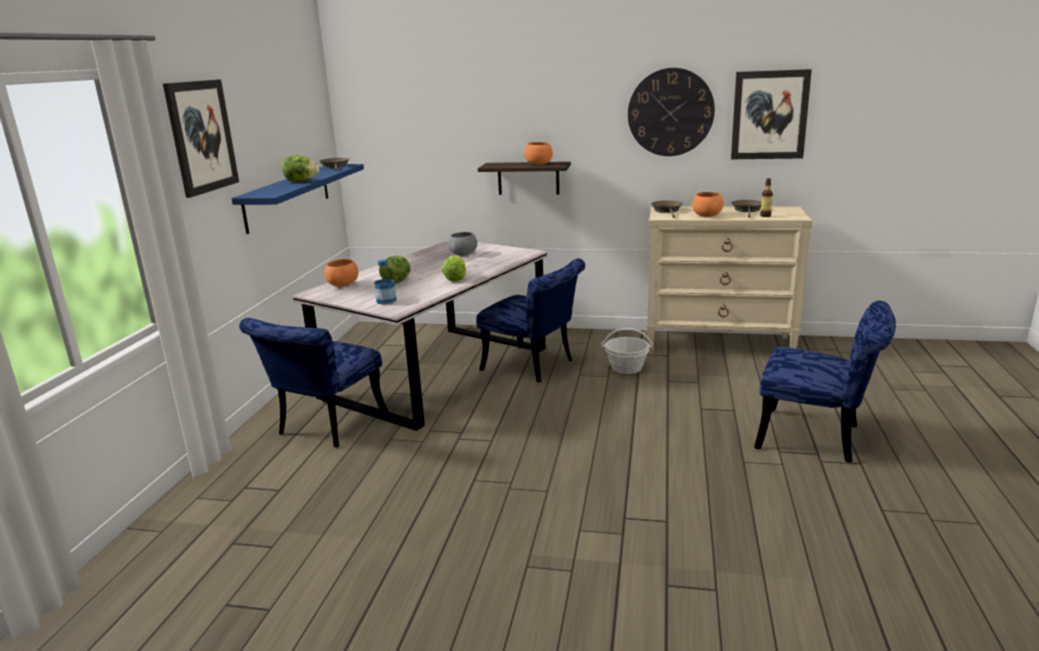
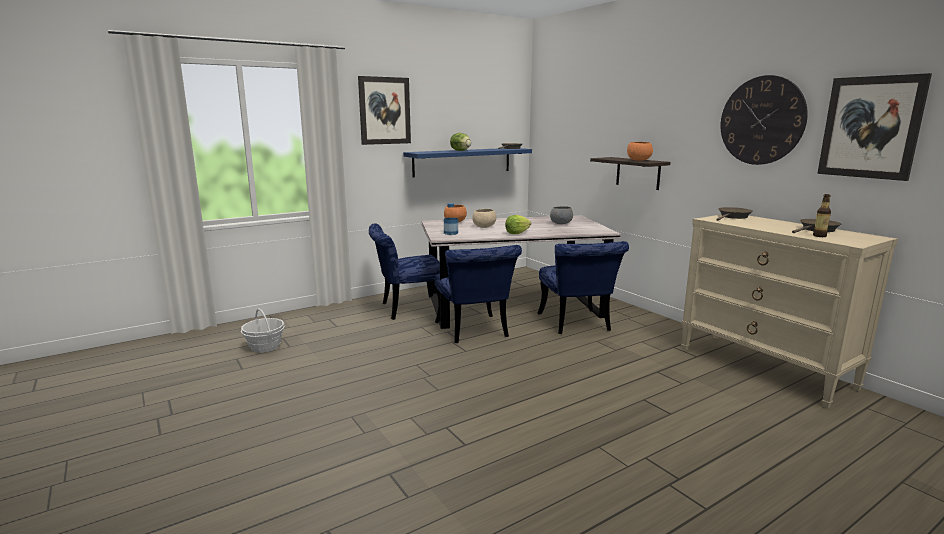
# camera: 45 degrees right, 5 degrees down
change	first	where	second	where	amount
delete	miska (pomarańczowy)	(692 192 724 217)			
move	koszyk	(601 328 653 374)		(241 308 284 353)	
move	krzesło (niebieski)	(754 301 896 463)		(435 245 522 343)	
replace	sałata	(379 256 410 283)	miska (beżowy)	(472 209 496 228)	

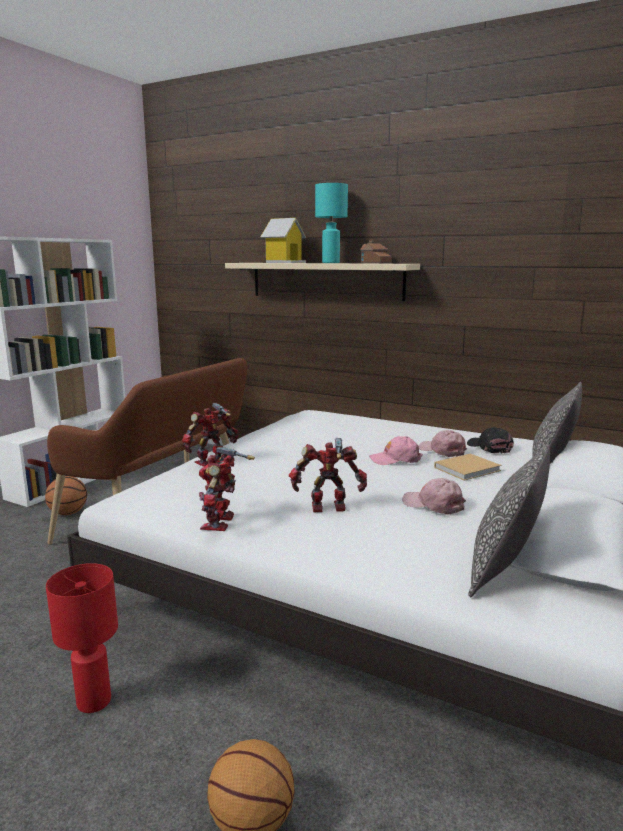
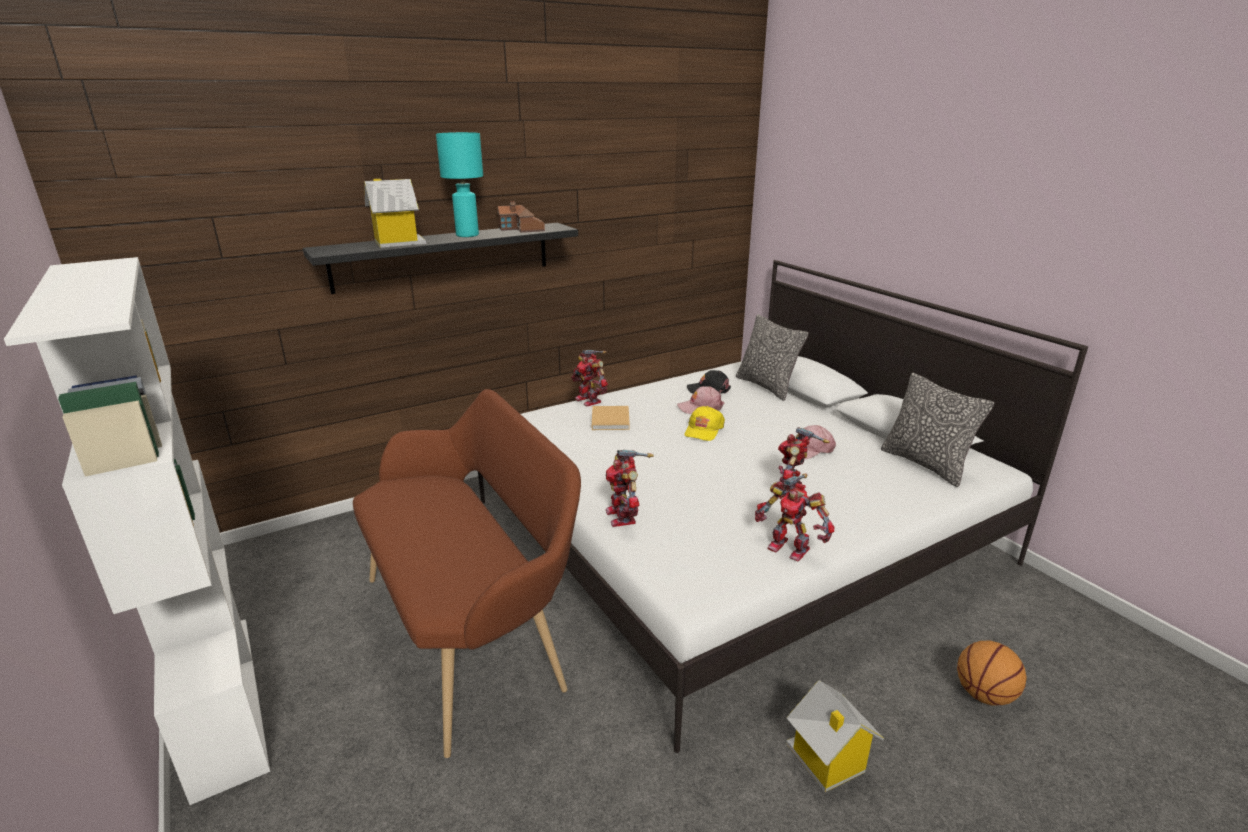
# camera: 60 degrees left, 10 degrees up
change	first	where	second	where	amount
delete	piłka do koszykówki	(45 476 87 515)			
insert			robot zabawkowy	(571 350 608 406)	
move	książka (beżowy)	(434 454 501 481)		(592 406 630 430)	
replace	lampa stołowa (czerwony)	(46 563 118 713)	domek	(786 680 884 792)	
recolor	półka (beżowy)	(225 263 420 301)	półka (czarny)	(303 223 578 294)	
recolor	czapka z daszkiem (różowy)	(369 436 423 465)	czapka z daszkiem (żółty)	(685 406 725 441)	

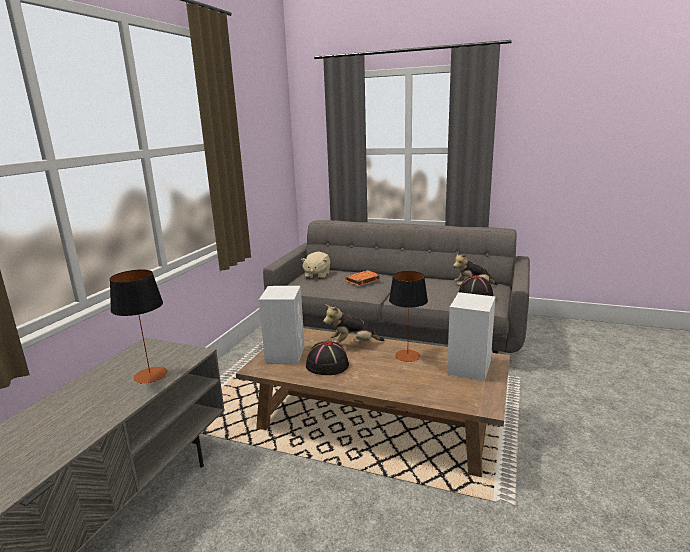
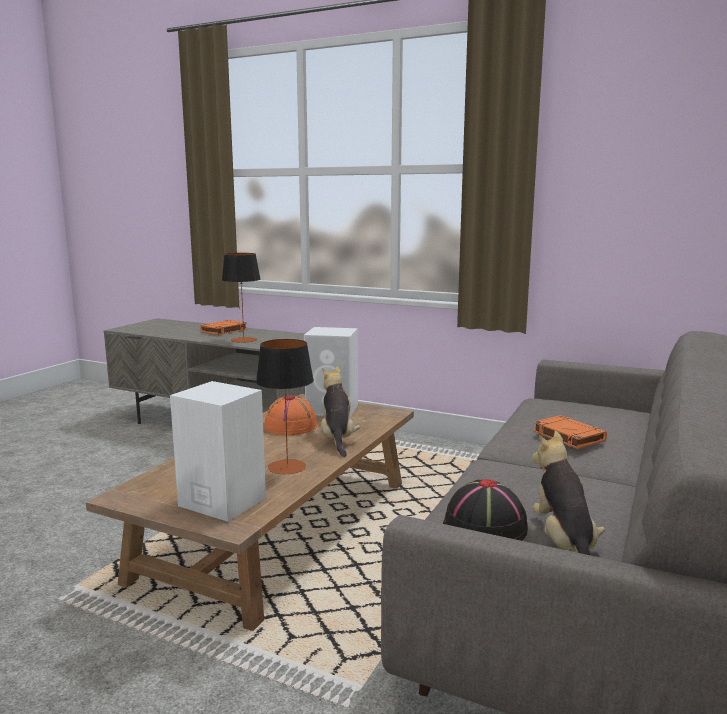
# camera: 95 degrees right, 5 degrees down
change	first	where	second	where	amount
delete	pluszak (beżowy)	(301 252 331 279)			
insert			książka (pomarańczowy)	(200 320 247 335)	
recolor	kapelusz (czarny)	(306 341 349 375)	kapelusz (pomarańczowy)	(264 395 318 435)	

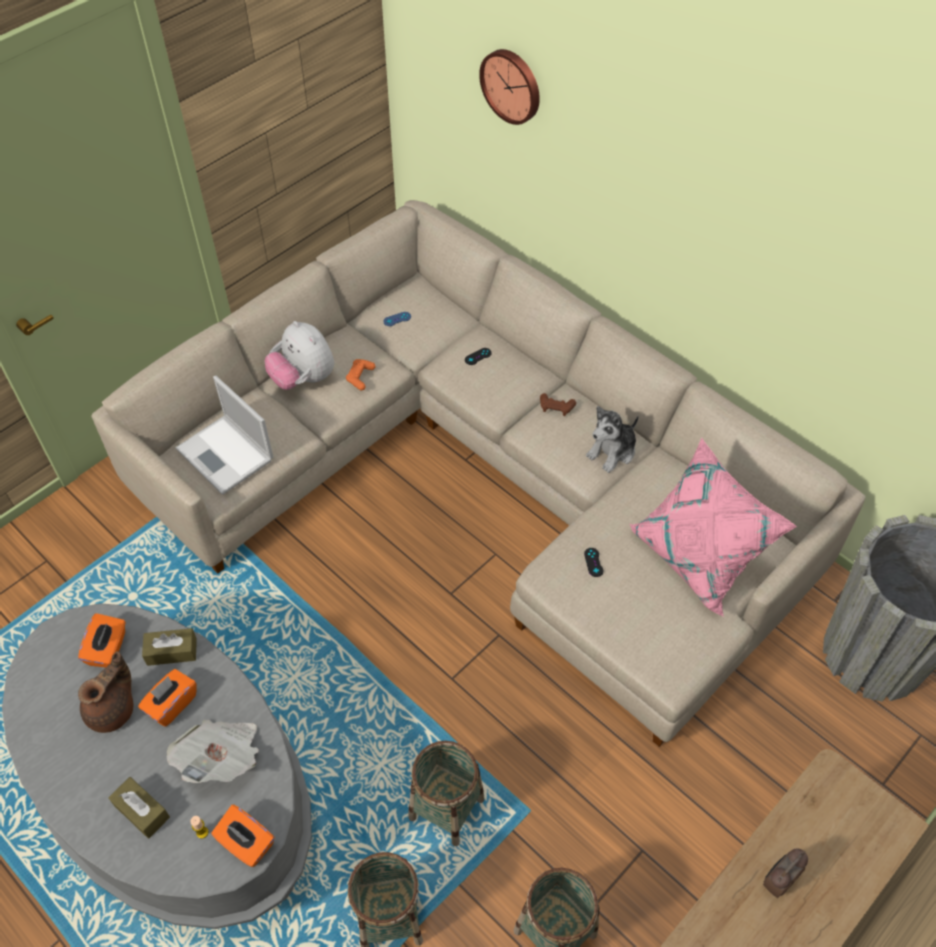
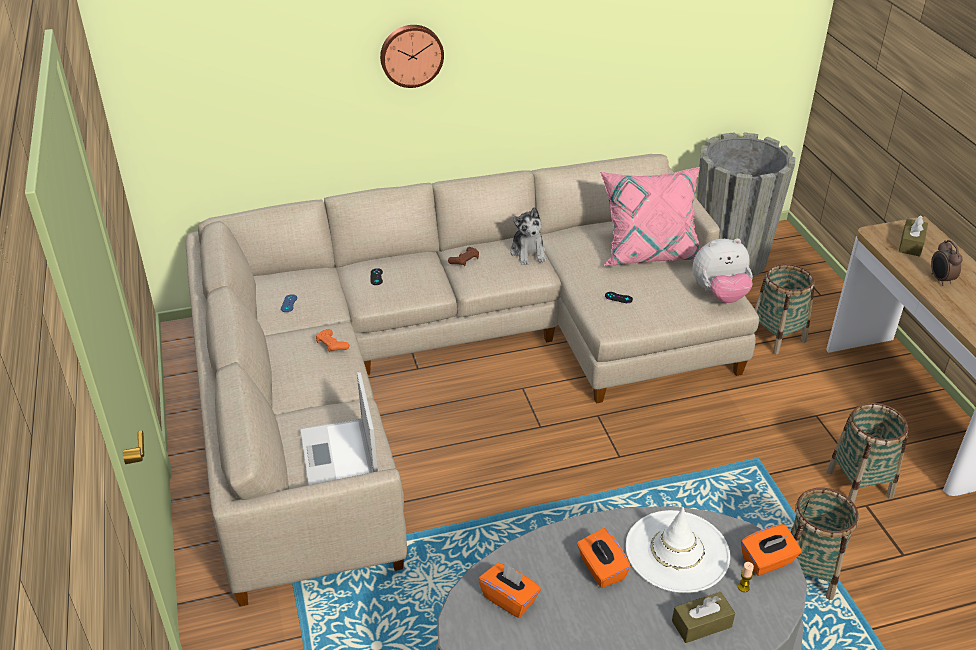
# camera: 60 degrees left, 15 degrees down
change	first	where	second	where	amount
delete	imbryk (brązowy)	(78 651 133 733)			
move	pudełko chusteczek (brązowy)	(142 628 197 666)		(899 215 928 257)	
move	pluszak	(265 321 334 390)		(692 238 753 303)	
move	koszyk	(408 741 484 846)		(755 264 815 354)	
move	zegar ścienny	(479 49 540 125)		(380 25 444 88)	
replace	gazeta	(167 720 259 783)	kapelusz (biały)	(626 507 730 593)	
rotate	laptop	(175 376 273 495)		(300 372 378 485)	90 degrees clockwise

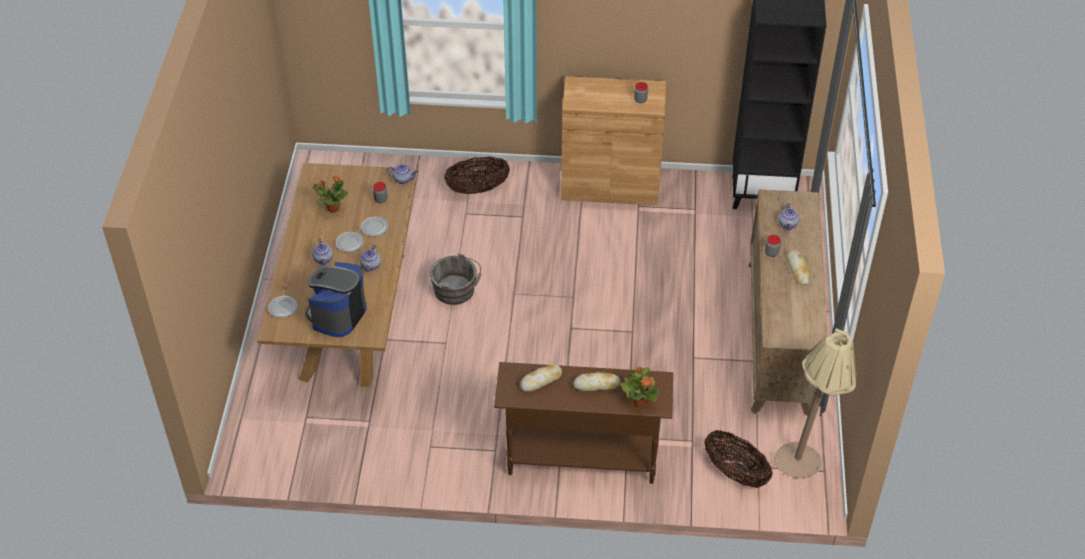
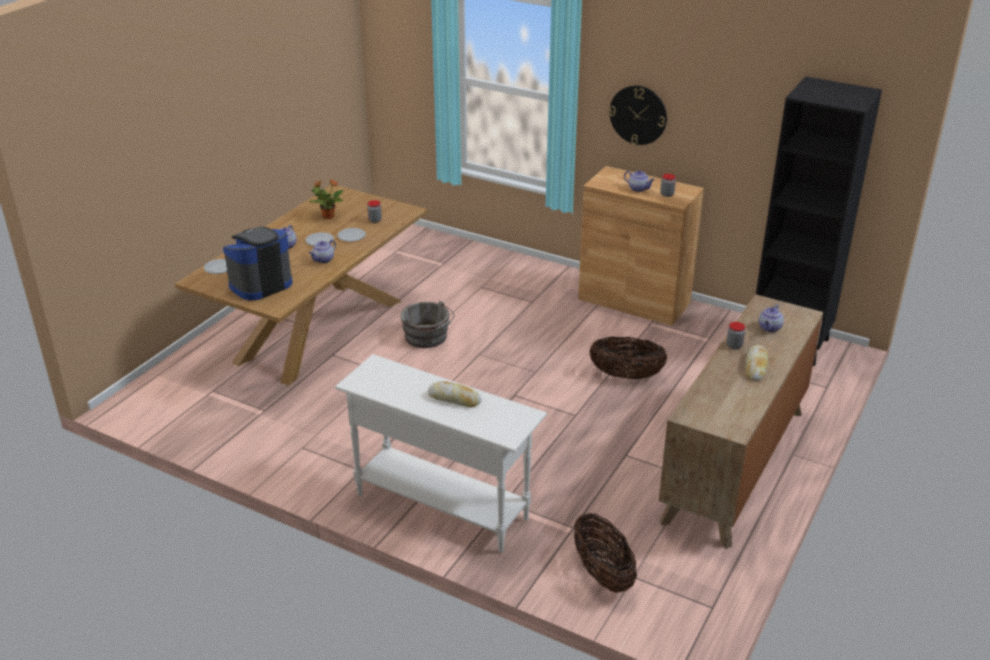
# camera: 25 degrees right, 15 degrees down
change	first	where	second	where	amount
delete	chleb	(520 365 562 392)			
delete	roślina doniczkowa	(621 366 659 406)			
delete	lampa stojąca (beżowy)	(774 328 857 478)			
insert			zegar ścienny	(609 85 667 145)	
move	imbryk	(386 164 418 184)		(624 170 655 192)	
move	koszyk	(444 156 510 194)		(590 337 668 379)	
recolor	stolik konsolowy (brązowy)	(494 362 673 484)	stolik konsolowy (biały)	(335 354 547 553)	

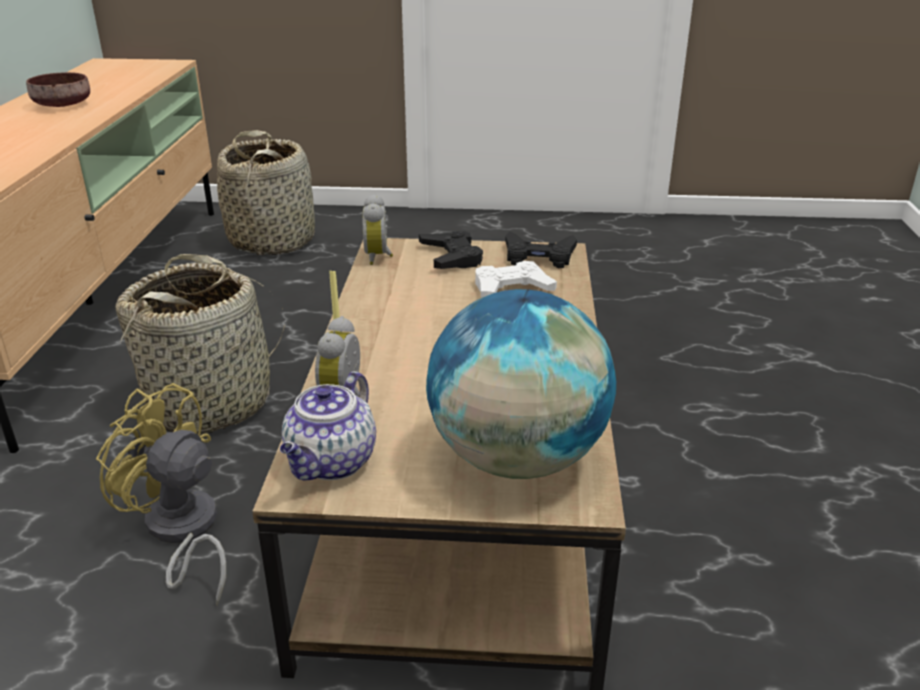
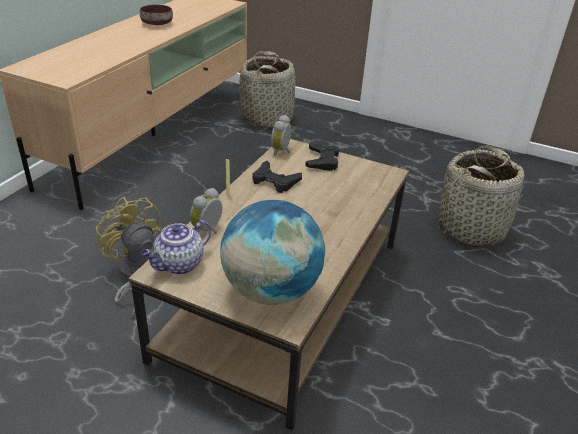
# camera: 20 degrees right, 5 degrees up
change	first	where	second	where	amount
delete	pad do gier (biały)	(475 261 557 297)			
move	koszyk	(116 254 285 434)		(437 145 524 247)	
move	pad do gier (czarny)	(505 231 577 268)		(252 161 302 193)	

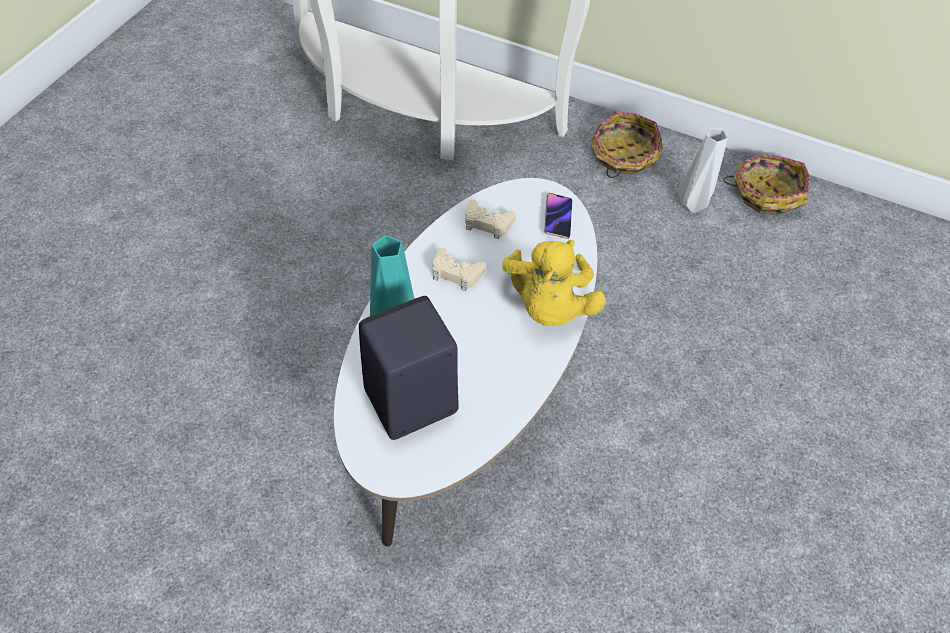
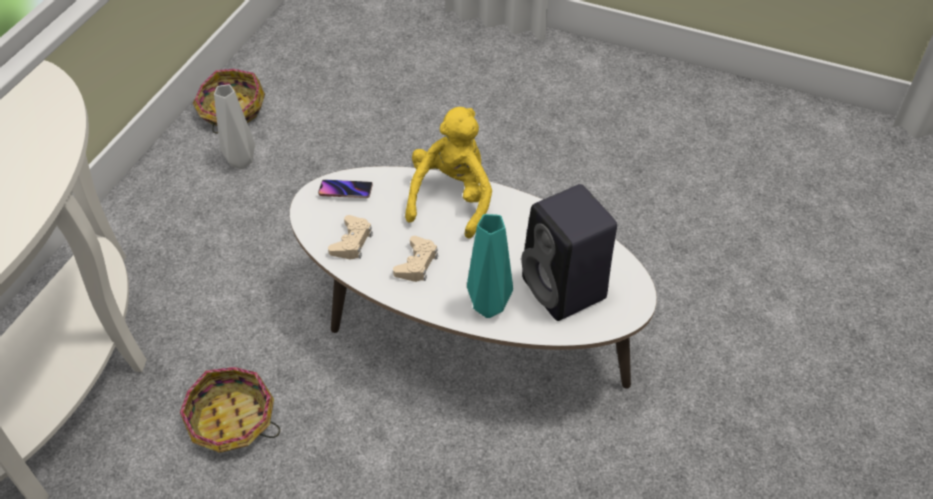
# camera: 90 degrees left, 5 degrees down
change	first	where	second	where	amount
move	koszyk	(590 112 663 178)		(180 367 280 452)	
rotate	pluszak (żółty)	(502 240 606 326)		(405 107 492 238)	75 degrees counterclockwise

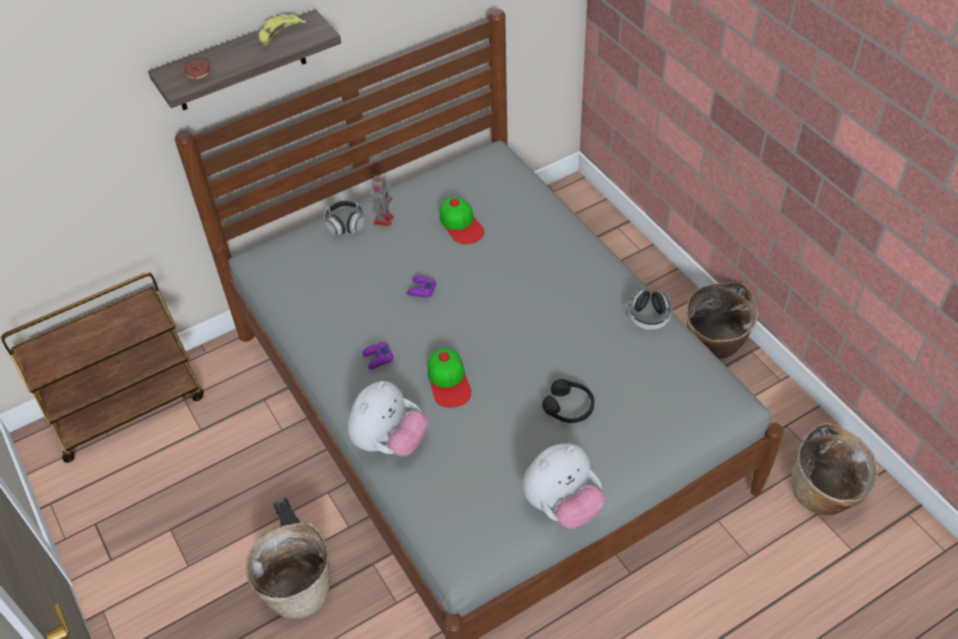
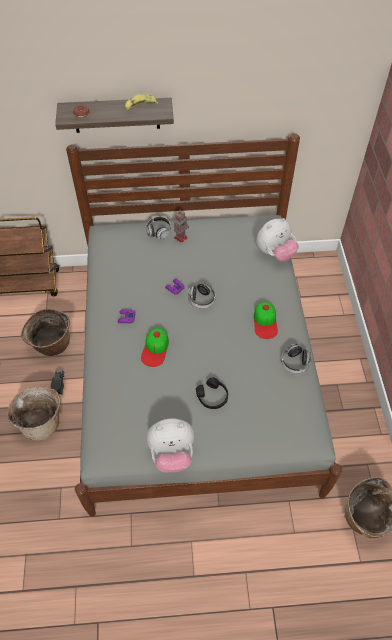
# camera: 25 degrees right, 5 degrees up
change	first	where	second	where	amount
insert			słuchawki	(188 282 215 308)	
move	pluszak	(347 381 428 456)		(256 218 299 262)	
move	czapka z daszkiem	(440 197 485 245)		(254 302 278 339)	
move	koszyk	(686 283 758 359)		(21 309 70 356)	

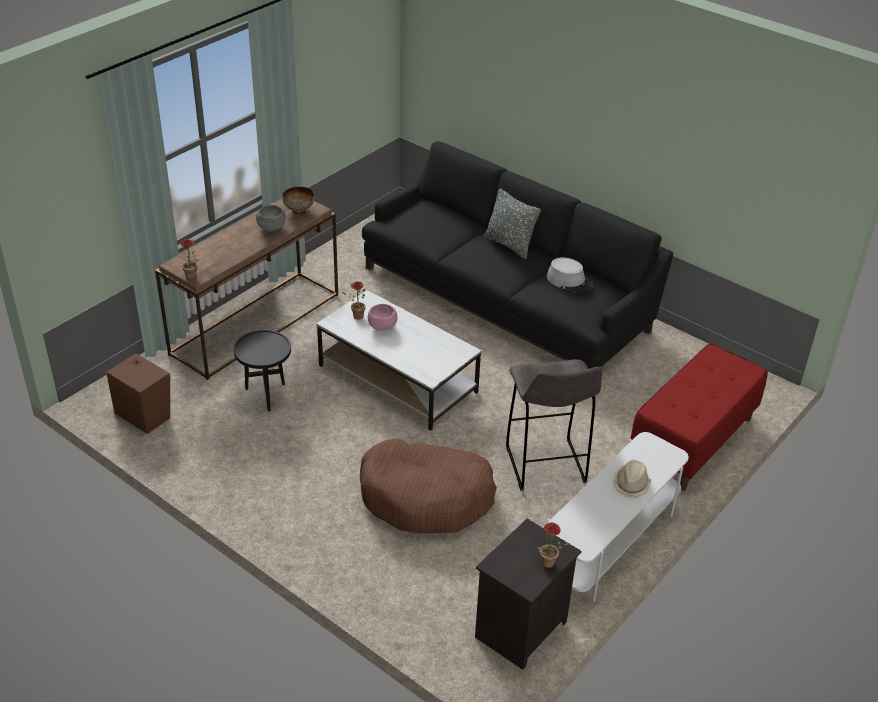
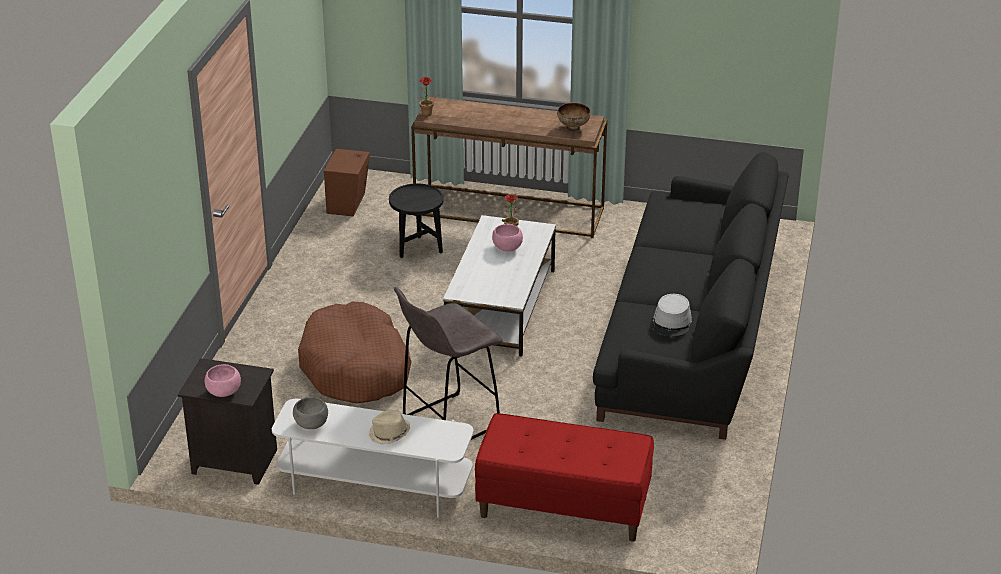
# camera: 65 degrees right, 5 degrees down
change	first	where	second	where	amount
delete	poduszka (szary)	(484 188 541 259)			
move	miska (szary)	(256 205 286 231)		(293 397 328 429)	
replace	roślina doniczkowa	(537 522 570 568)	miska (różowy)	(205 364 241 397)	

